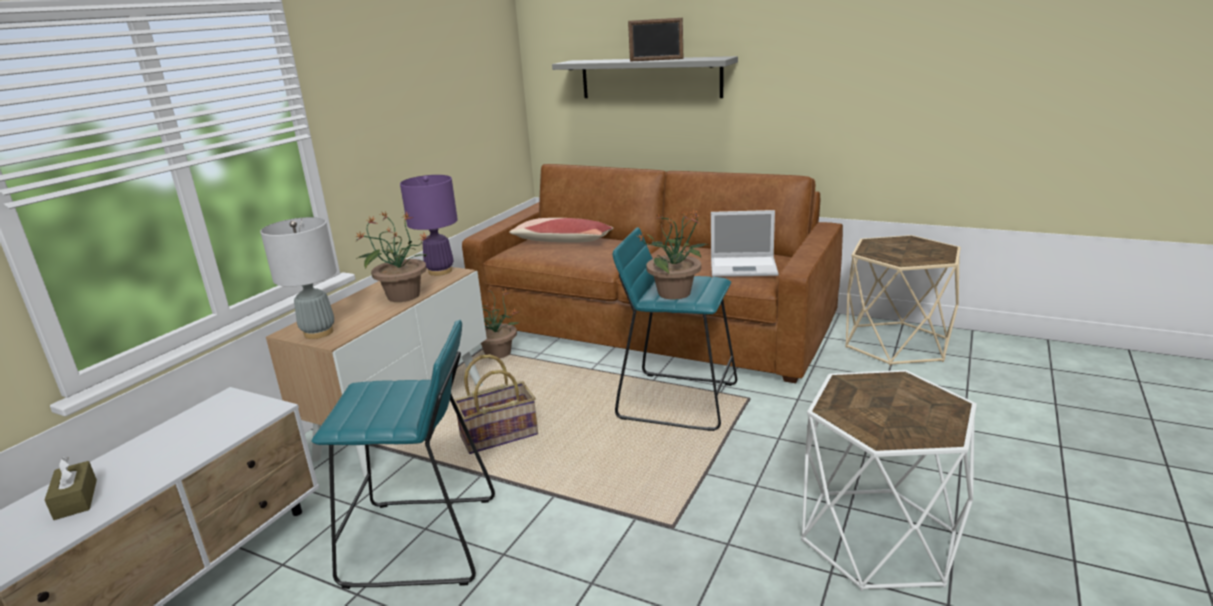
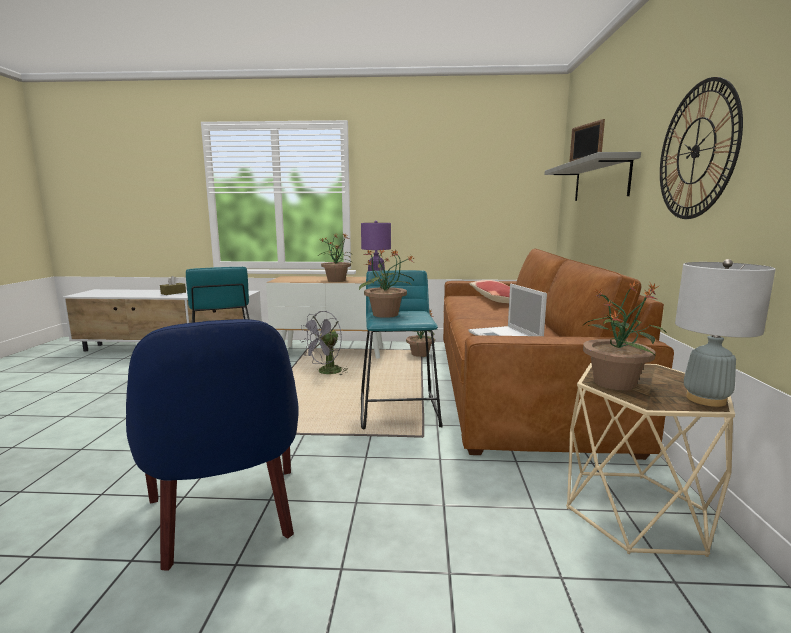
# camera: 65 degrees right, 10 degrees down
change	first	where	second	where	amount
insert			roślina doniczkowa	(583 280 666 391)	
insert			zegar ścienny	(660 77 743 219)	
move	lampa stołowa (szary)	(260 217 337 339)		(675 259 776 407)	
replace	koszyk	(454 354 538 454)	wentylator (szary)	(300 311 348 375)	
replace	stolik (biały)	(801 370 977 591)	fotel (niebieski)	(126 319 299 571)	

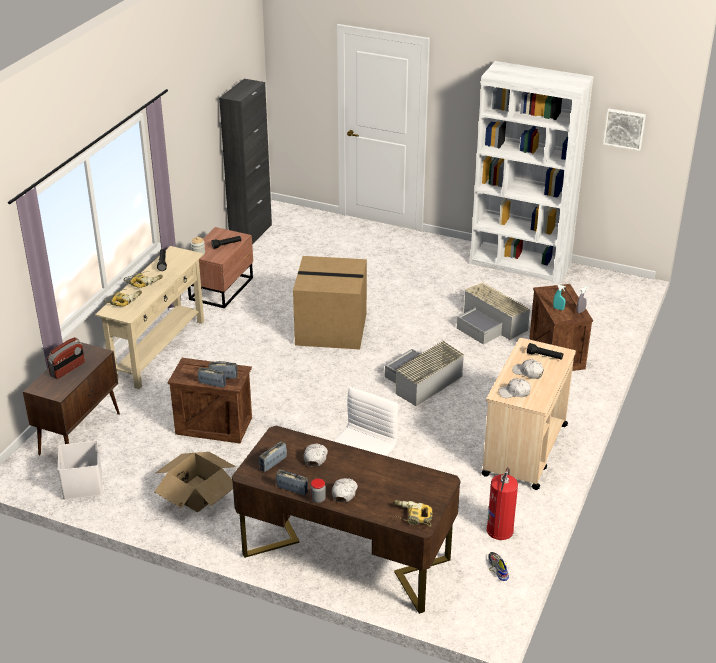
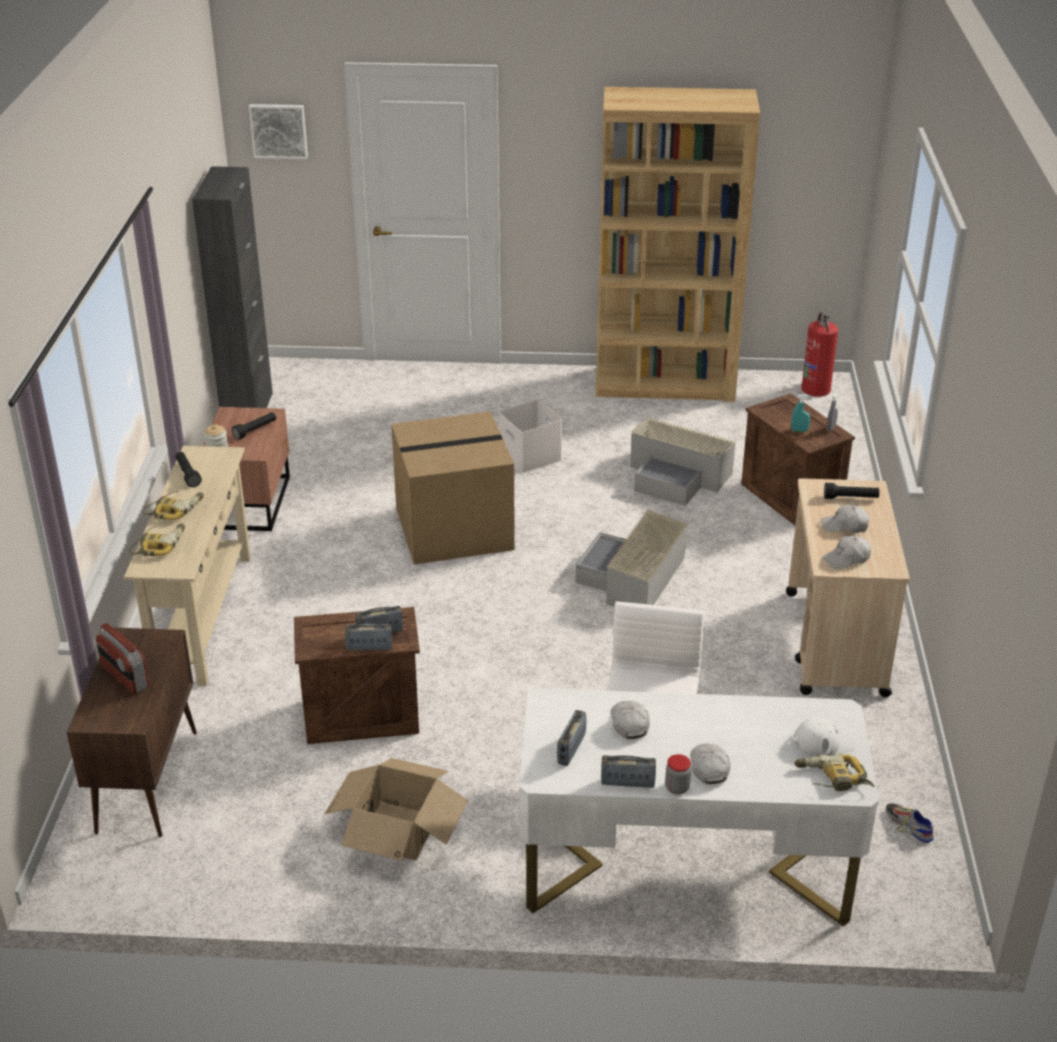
# camera: 20 degrees left, 0 degrees up
change	first	where	second	where	amount
insert			czapka z daszkiem (biały)	(793 717 858 757)	
move	pojemnik do przechowywania (biały)	(58 441 103 500)		(499 400 562 473)	
move	gaśnica	(487 467 518 540)		(801 312 838 397)	
move	obraz	(603 109 646 151)		(248 104 308 159)	
recolor	biurko (brązowy)	(232 426 460 614)	biurko (biały)	(519 688 879 926)	
recolor	regał (biały)	(470 61 594 284)	regał (brązowy)	(596 87 760 402)	
rotate	radio	(47 337 85 379)		(96 623 150 695)	120 degrees clockwise

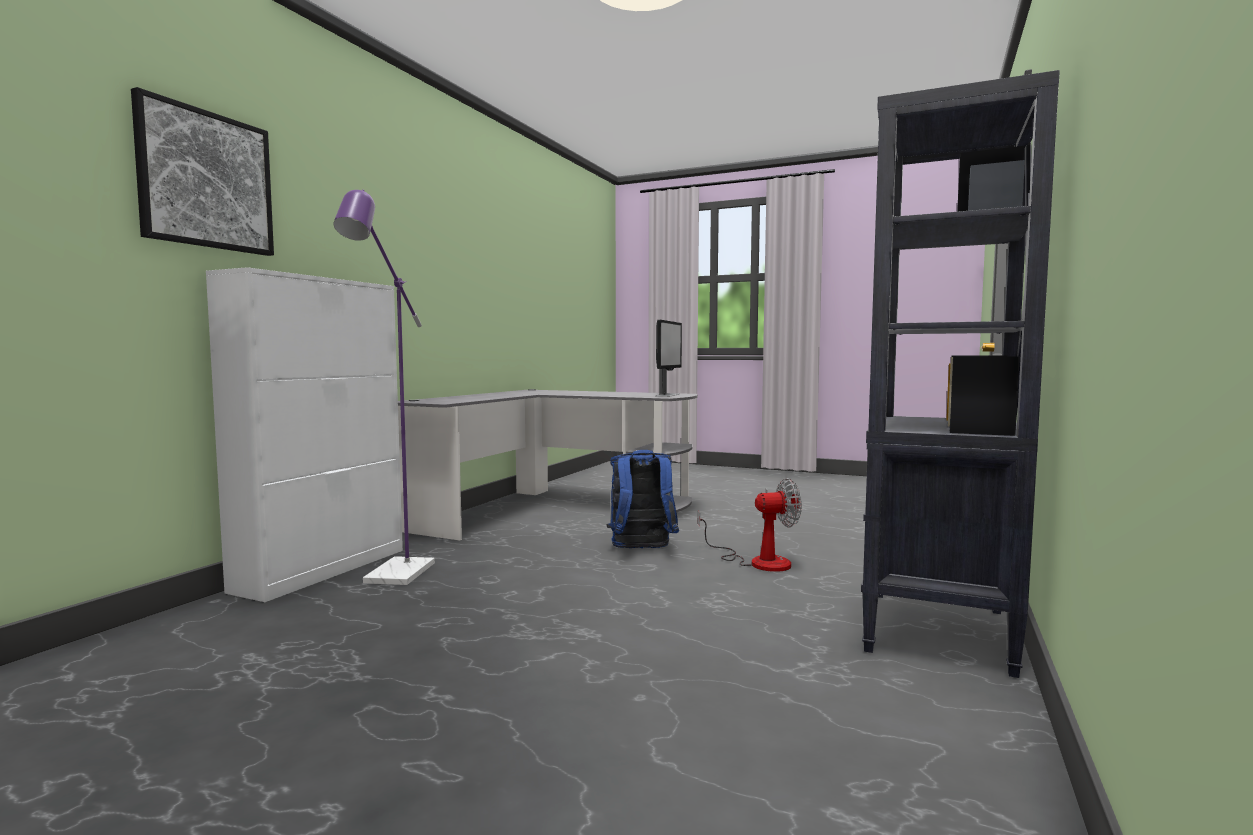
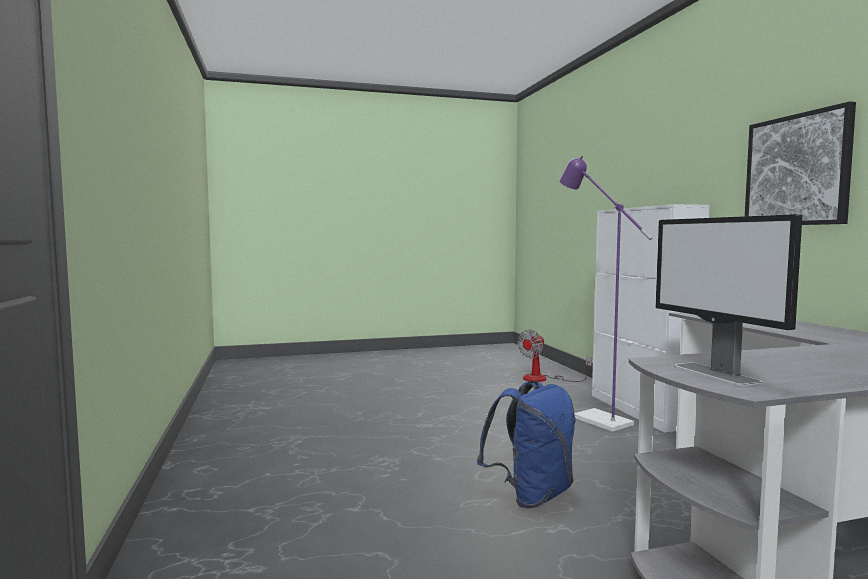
# camera: 140 degrees right, 0 degrees up
change	first	where	second	where	amount
delete	regał (czarny)	(861 70 1060 678)			
move	obraz	(131 87 274 256)		(745 101 856 225)	
move	wentylator	(698 478 802 572)		(518 329 592 382)	

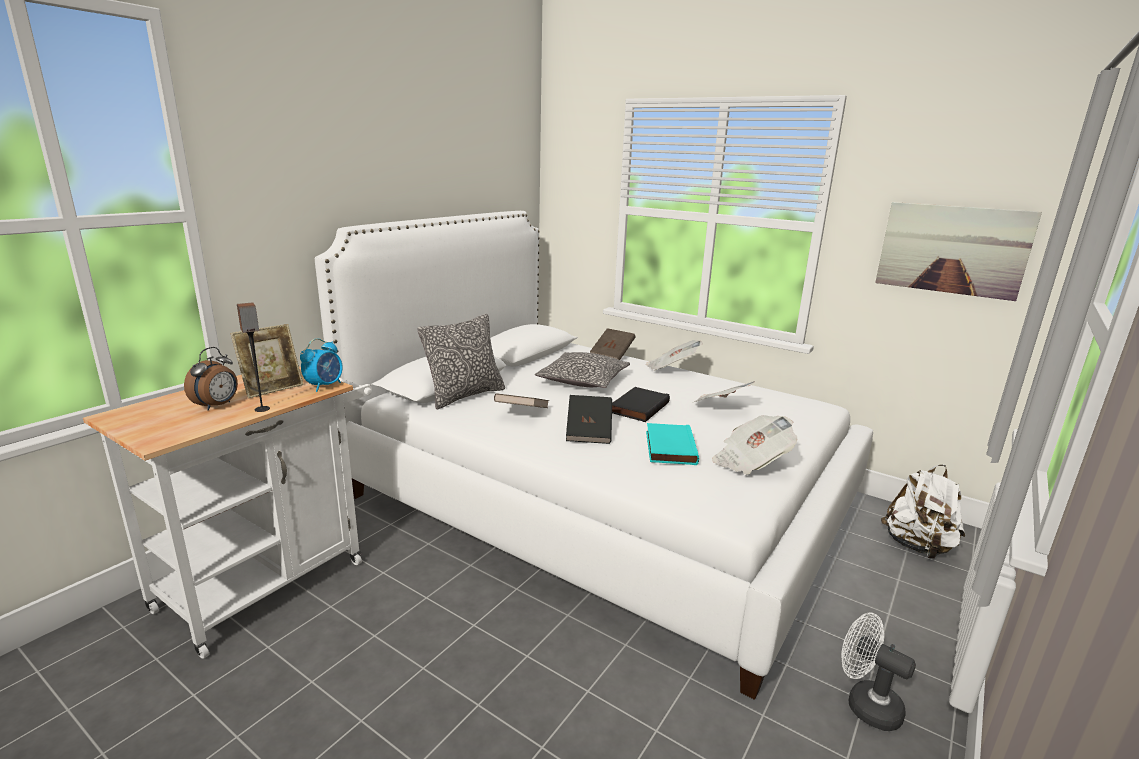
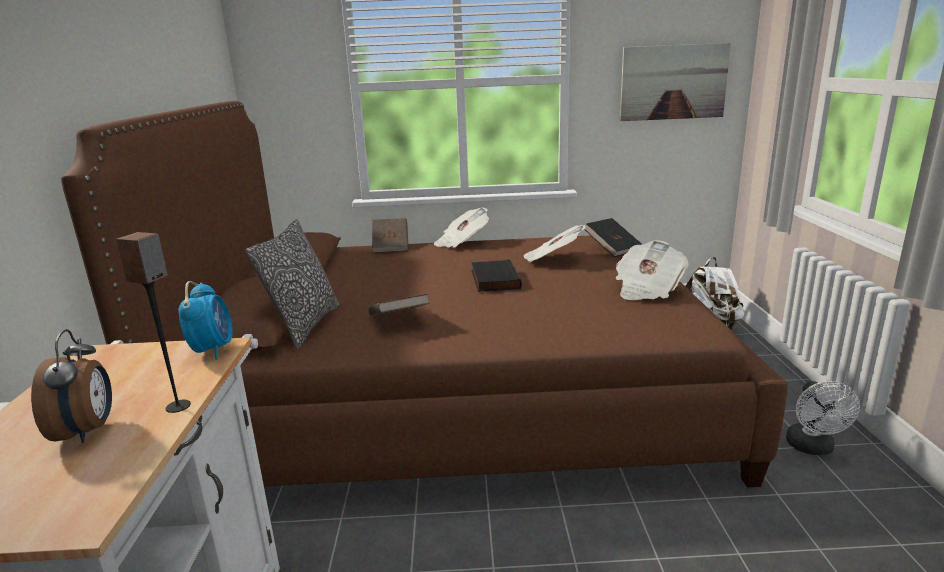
# camera: 35 degrees left, 0 degrees up
change	first	where	second	where	amount
delete	ramka na zdjęcie	(231 324 304 398)			
delete	poduszka	(535 352 630 388)			
delete	książka (turkusowy)	(646 423 699 465)			
move	książka (czarny)	(566 395 612 444)		(584 218 642 257)	
recolor	łóżko (biały)	(315 211 873 700)	łóżko (brązowy)	(61 101 788 488)	
rotate	wentylator (biały)	(841 612 916 731)		(786 381 860 455)	90 degrees counterclockwise

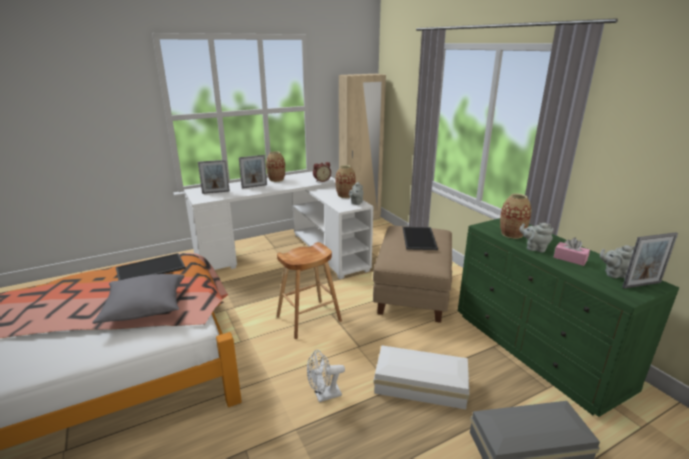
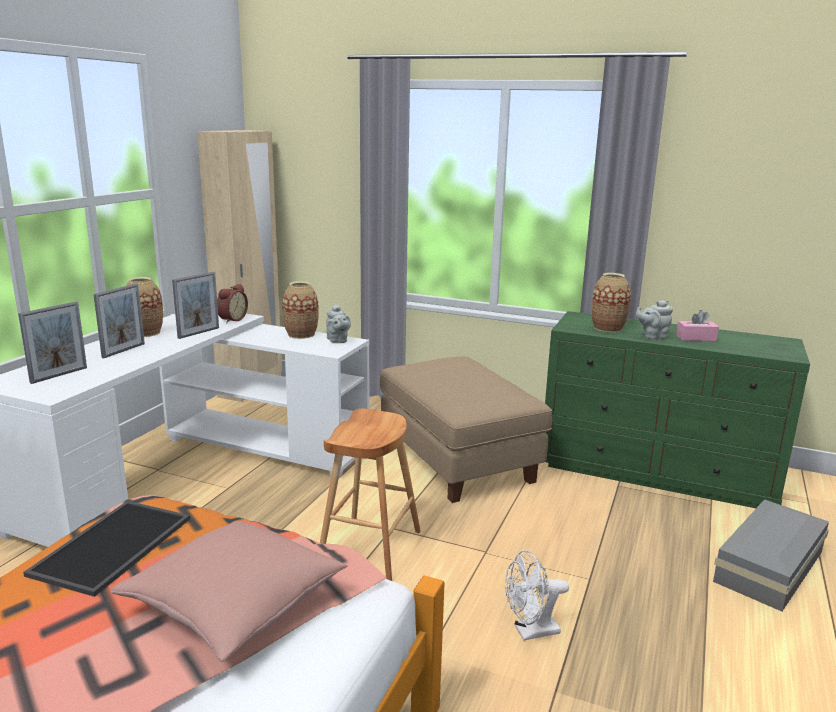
# camera: 40 degrees left, 5 degrees down
change	first	where	second	where	amount
delete	pojemnik do przechowywania (biały)	(374 345 469 409)			
delete	taca	(403 227 438 250)			
delete	imbryk (szary)	(600 245 635 278)			
move	ramka na zdjęcie	(622 232 678 289)		(172 272 219 339)	
recolor	poduszka (szary)	(92 274 184 324)	poduszka (różowy)	(110 521 348 662)	
rotate	wentylator (biały)	(307 350 345 402)		(505 550 569 641)	45 degrees clockwise

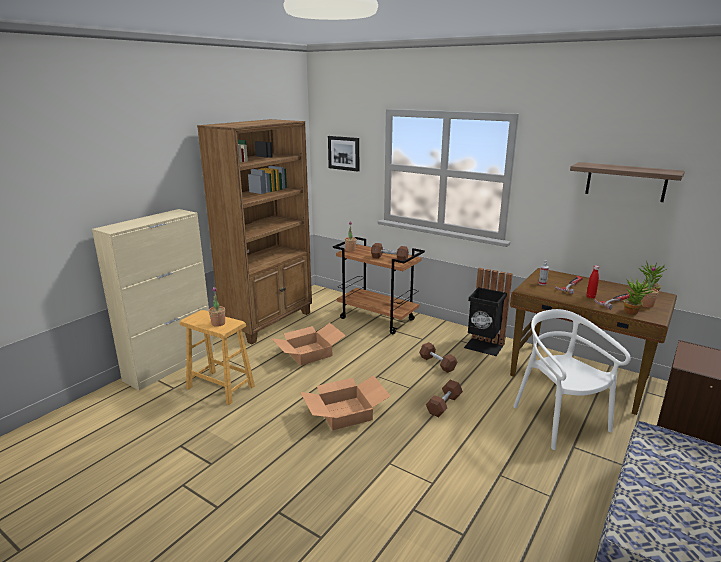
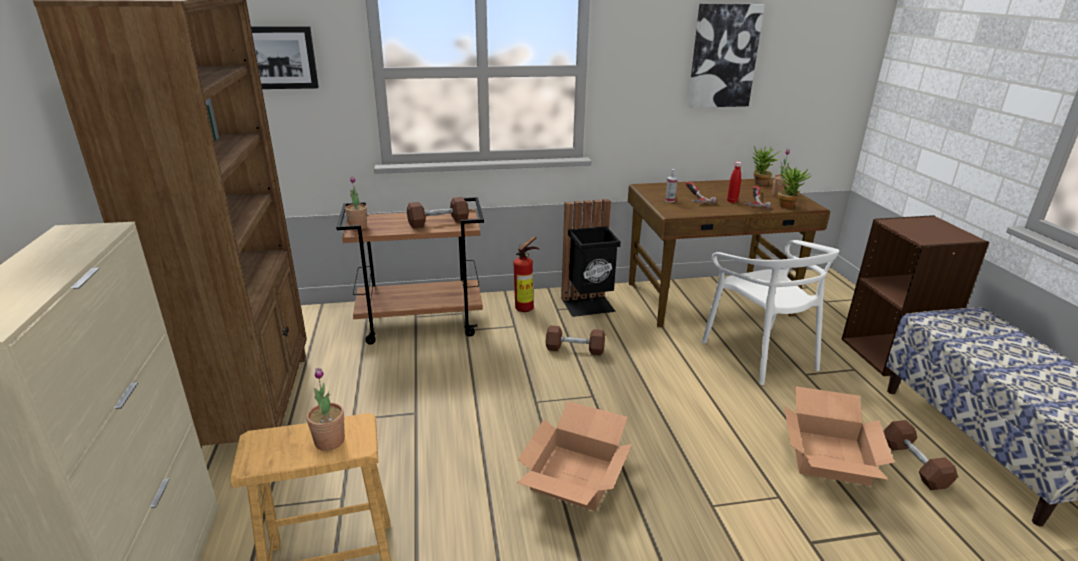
# camera: 45 degrees left, 5 degrees up
change	first	where	second	where	amount
insert			gaśnica	(513 236 539 312)	
move	karton	(271 323 346 365)		(784 386 895 486)	
move	hantel (brązowy)	(426 380 463 417)		(883 420 958 490)	
replace	półka	(570 162 685 202)	obraz	(688 4 765 108)	
rotate	krzesło (biały)	(513 309 631 450)		(702 240 839 385)	135 degrees counterclockwise

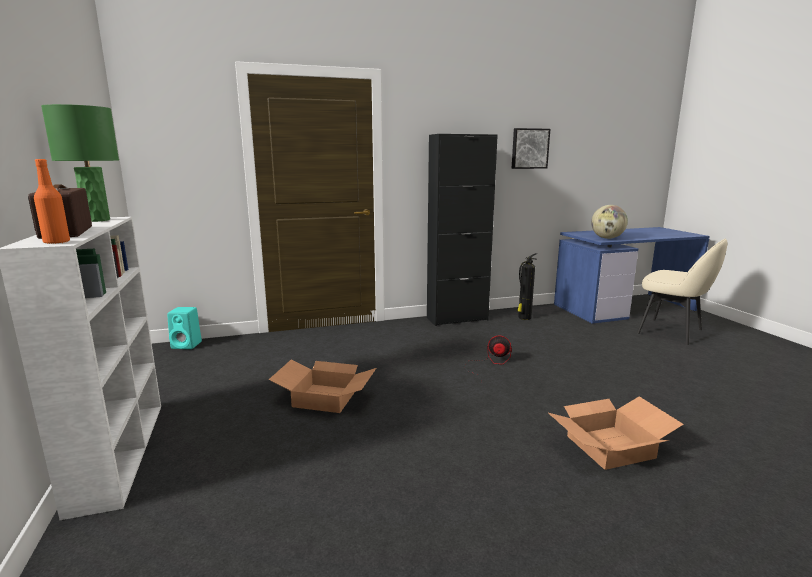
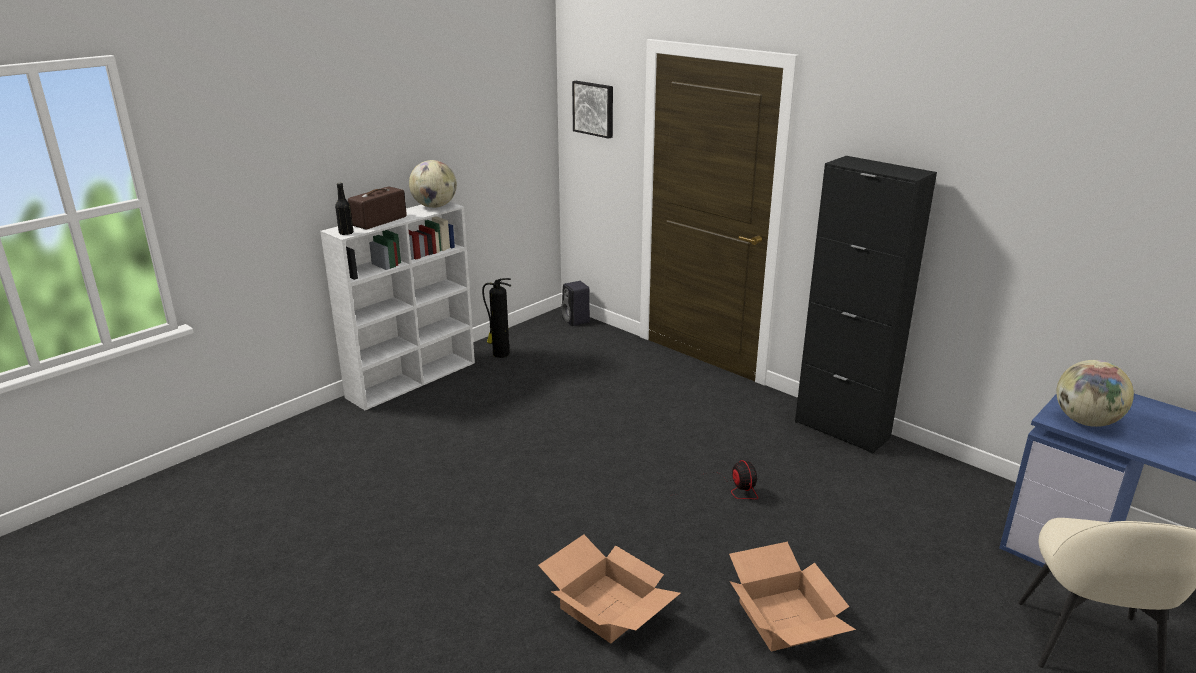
# camera: 60 degrees right, 10 degrees up
change	first	where	second	where	amount
move	karton	(269 360 376 413)		(729 542 856 652)	
move	obraz	(512 128 550 169)		(572 81 613 139)	
move	gaśnica	(517 253 537 320)		(482 278 512 358)	
replace	lampa stołowa (zielony)	(41 104 119 222)	globus	(409 160 457 208)	
recolor	butelka (pomarańczowy)	(34 159 70 244)	butelka (czarny)	(335 183 353 235)	
recolor	głośnik (turkusowy)	(167 307 202 349)	głośnik (czarny)	(561 281 590 326)	

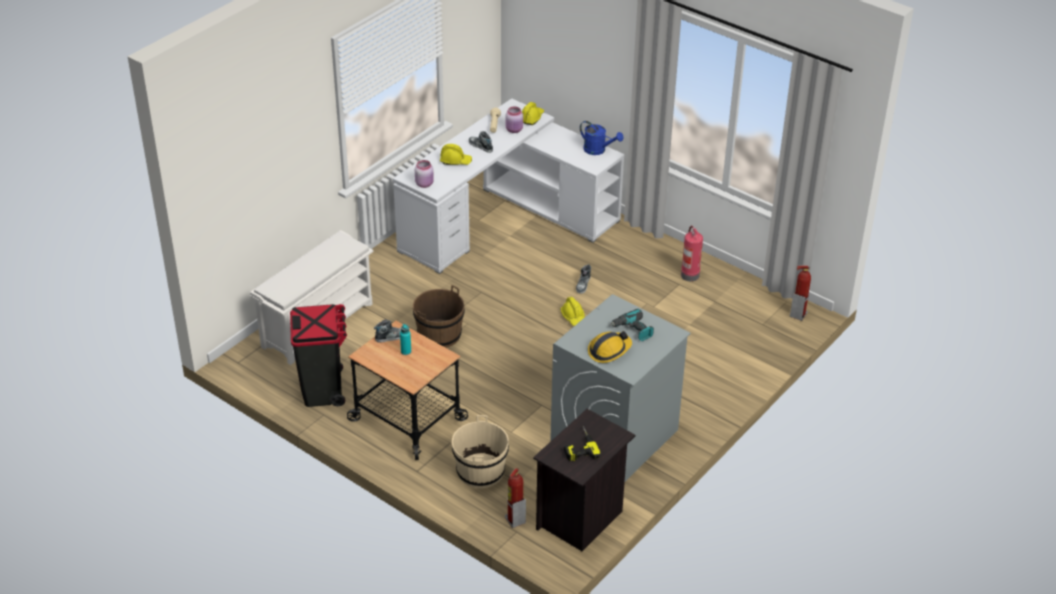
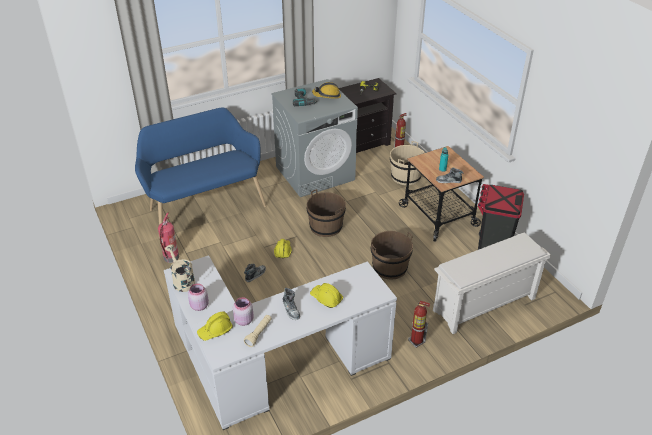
# camera: 155 degrees left, 0 degrees up
change	first	where	second	where	amount
insert			ławka (niebieski)	(135 107 266 225)	
insert			wiadro (brązowy)	(307 189 346 237)	
move	słoik (różowy)	(415 160 434 188)		(188 283 209 311)	
move	gaśnica	(790 265 811 321)		(408 301 430 348)	
recolor	konewka (niebieski)	(580 121 623 155)	konewka (beżowy)	(165 245 195 292)	

